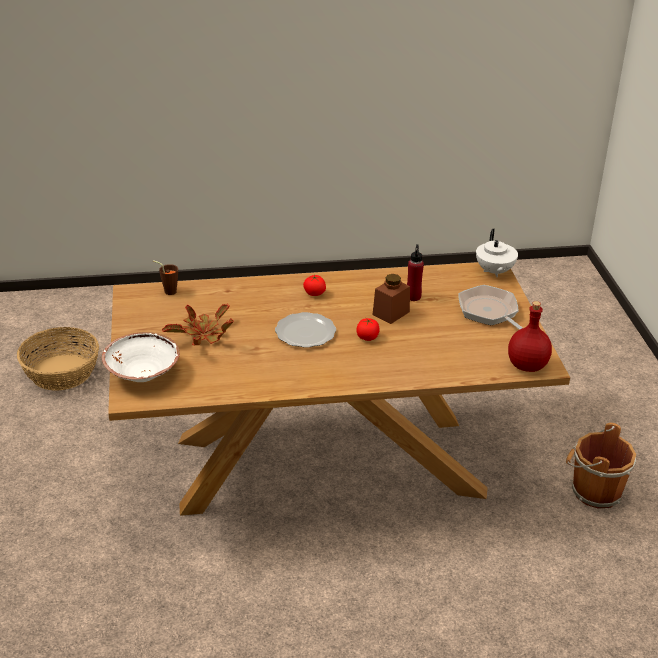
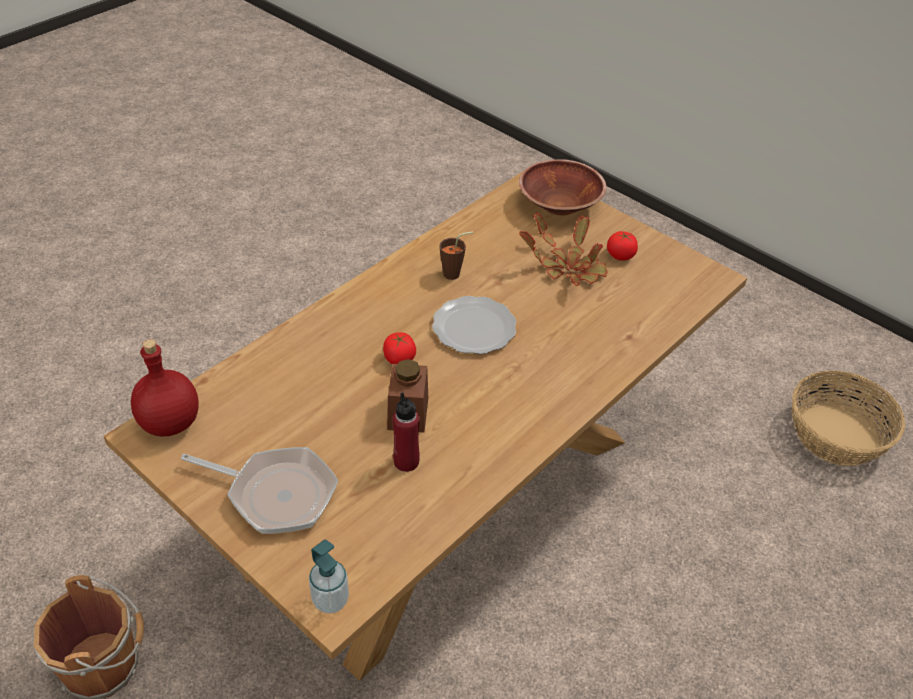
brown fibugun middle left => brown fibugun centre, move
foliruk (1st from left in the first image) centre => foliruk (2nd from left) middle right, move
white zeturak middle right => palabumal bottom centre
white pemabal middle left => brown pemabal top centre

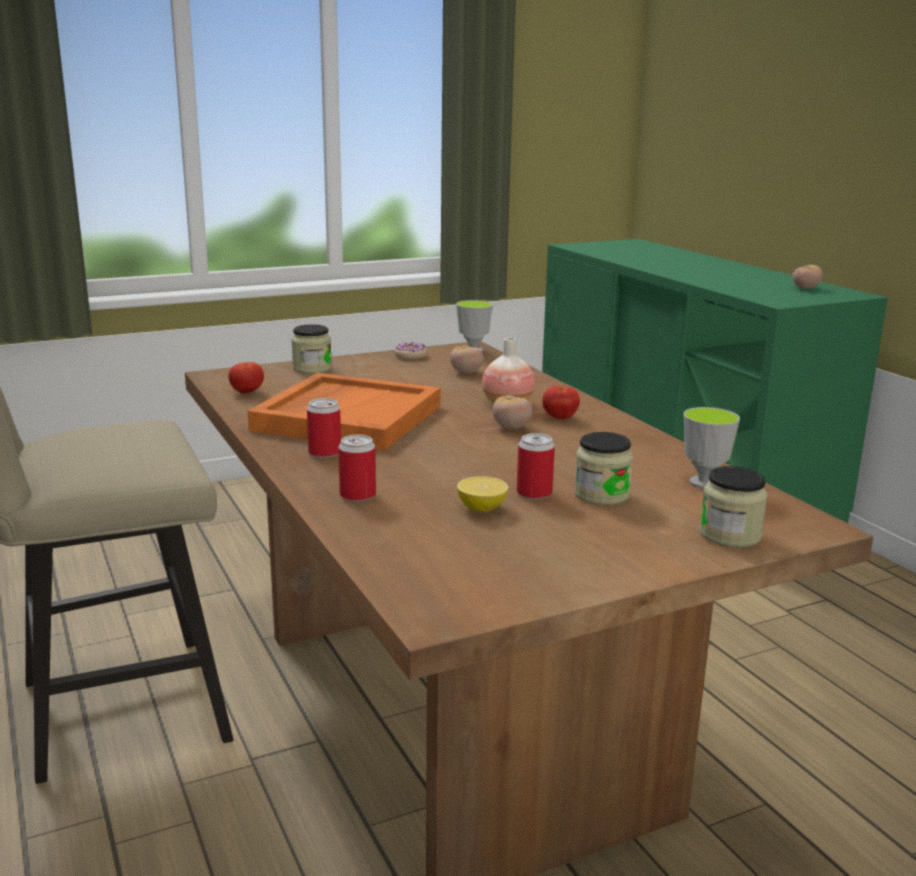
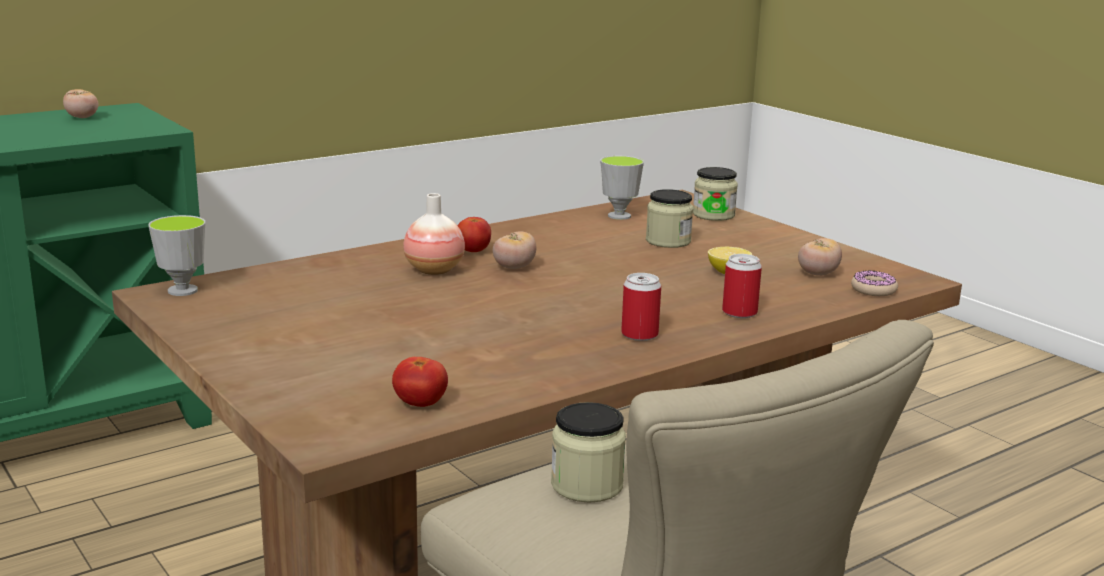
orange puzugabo centre => nothing
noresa (3rd from left) centre => nothing
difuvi (1st from left) centre => difuvi (1st from left) bottom centre, move
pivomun centre => pivomun middle right, move
foliruk (2nd from left in the first image) centre => foliruk (5th from left) middle right, move

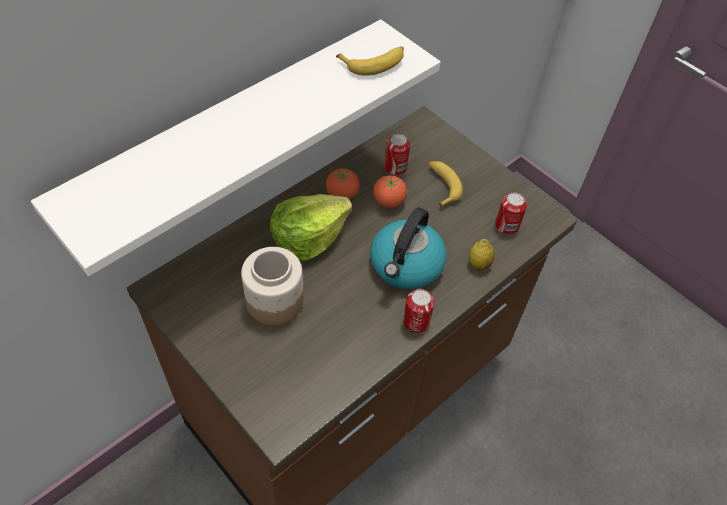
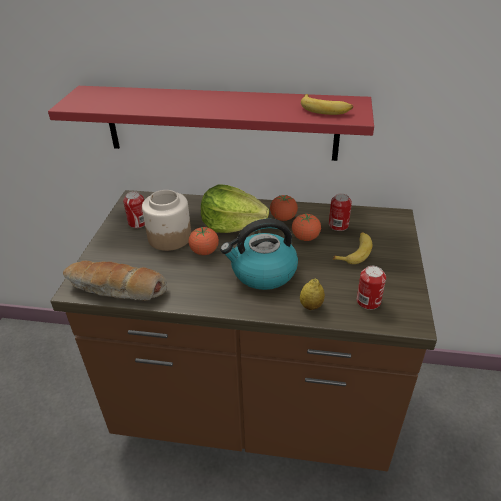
nothing => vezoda middle left
nothing => foliruk (1st from left) centre
noresa (2nd from left in the first image) centre => noresa (1st from left) middle left, move
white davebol top left => red davebol top centre

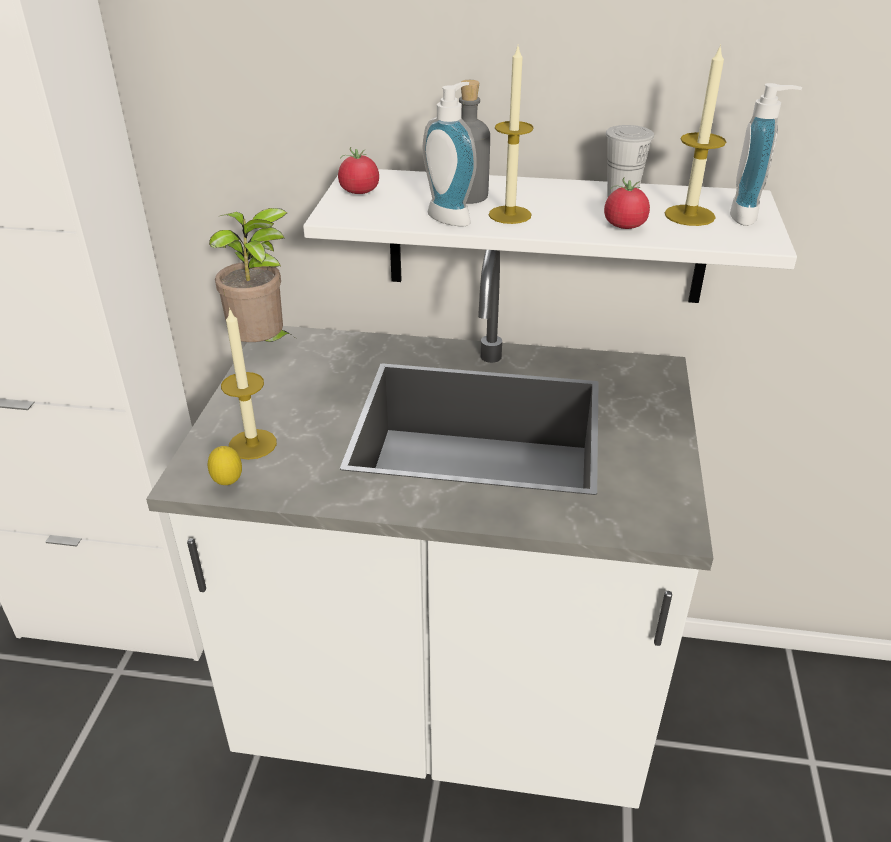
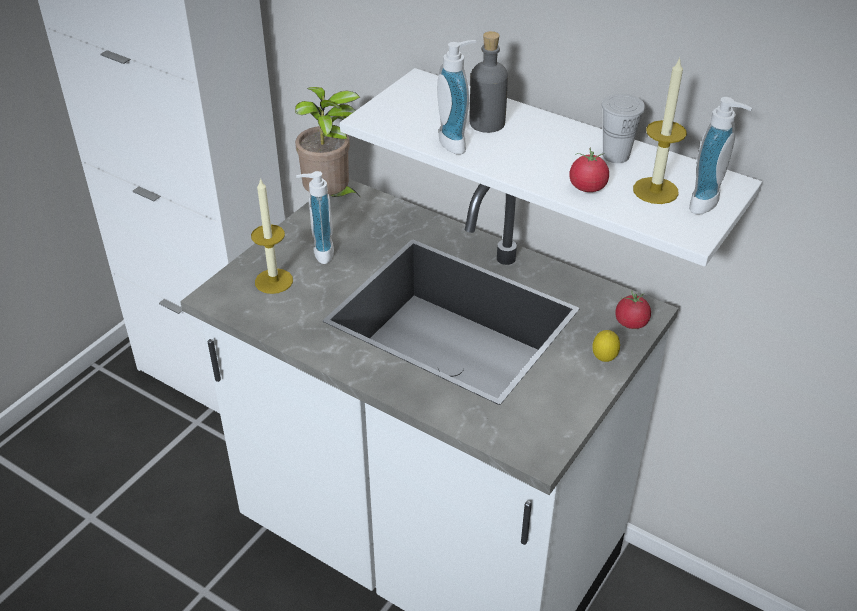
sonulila (2nd from left) top centre => nothing
nothing => palabumal (1st from left) centre
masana middle left => masana middle right, move
foliruk (1st from left in the first image) top centre => foliruk (2nd from left) middle right, move

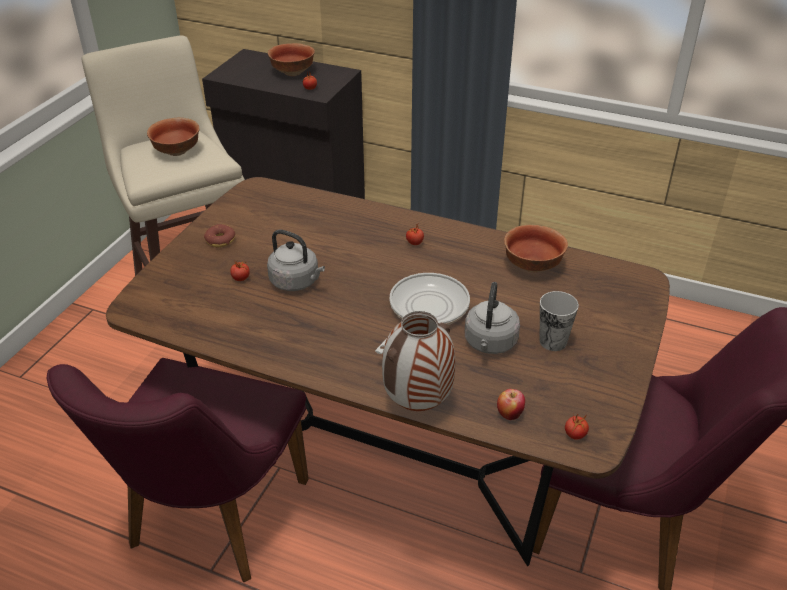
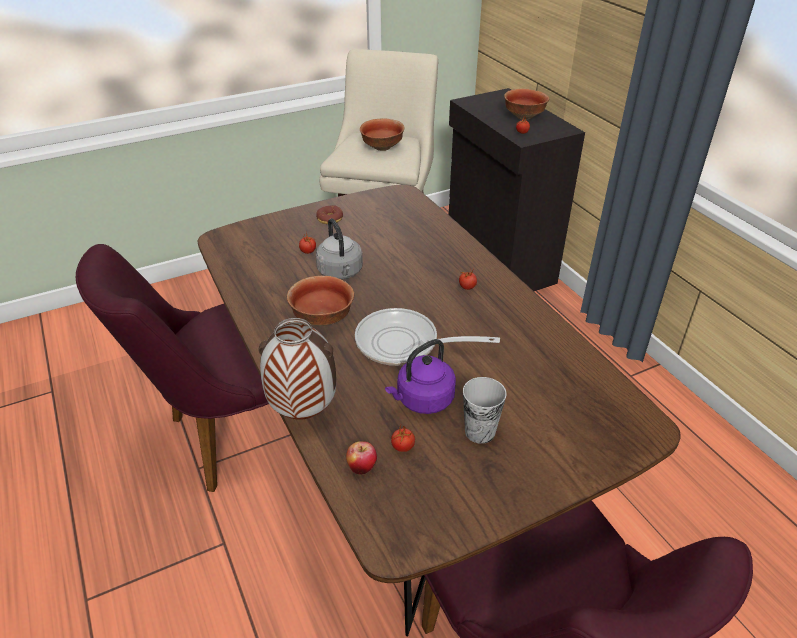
pemabal (3rd from left in the first image) middle right => pemabal (1st from left) centre, move
foliruk (4th from left in the first image) bottom right => foliruk (2nd from left) bottom centre, move
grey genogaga (2nd from left) centre => purple genogaga centre
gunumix centre, 150 degrees counterclockwise

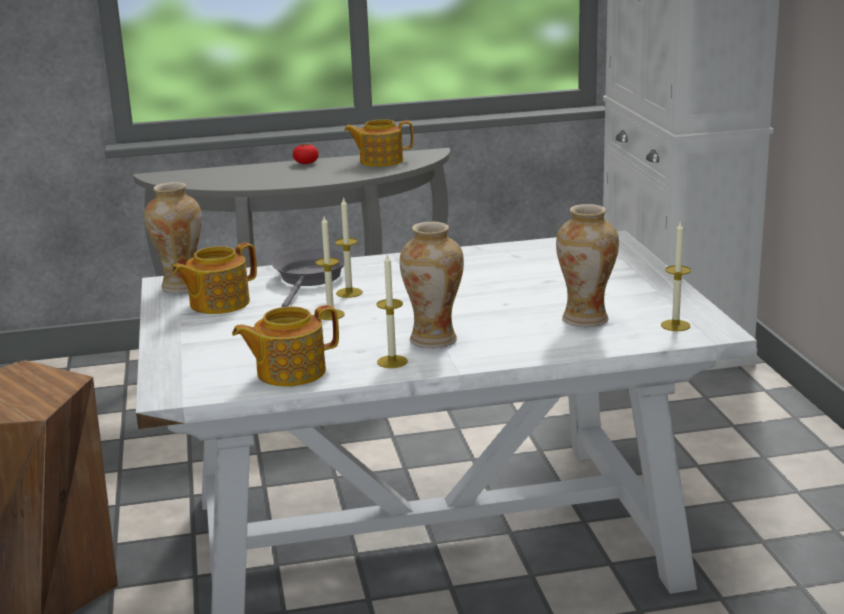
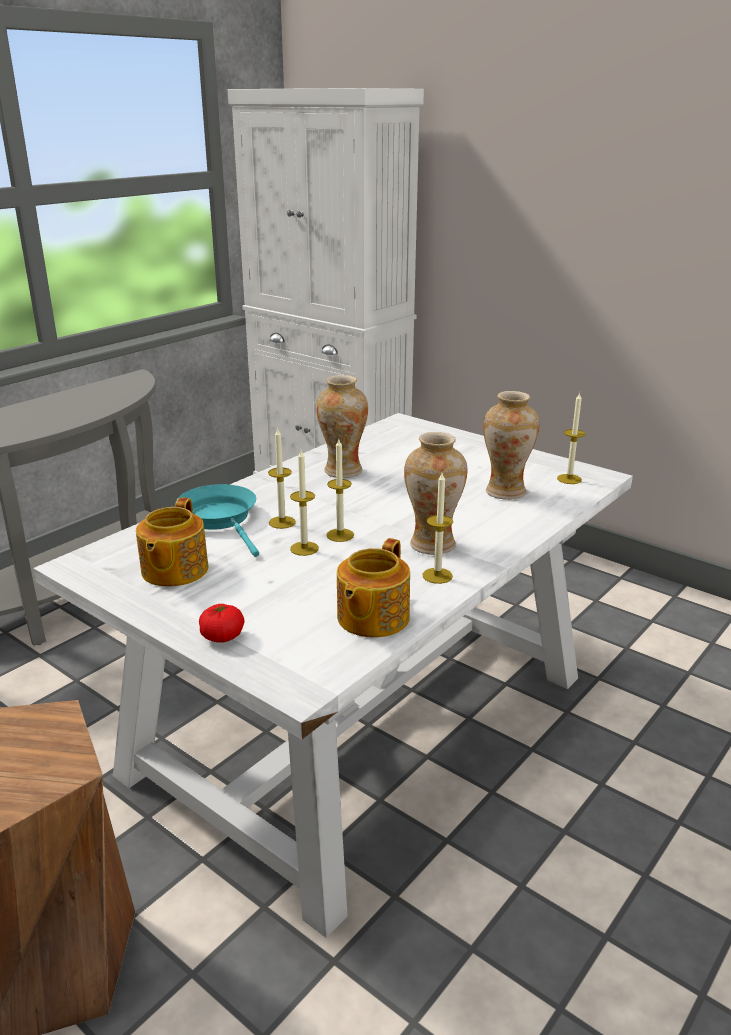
zeturak (3rd from left) top centre => nothing
nothing => sonulila (3rd from left) centre
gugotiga (1st from left) middle left => gugotiga (1st from left) centre, move
foliruk top centre => foliruk middle left, move
grey gunumix centre => turquoise gunumix middle left

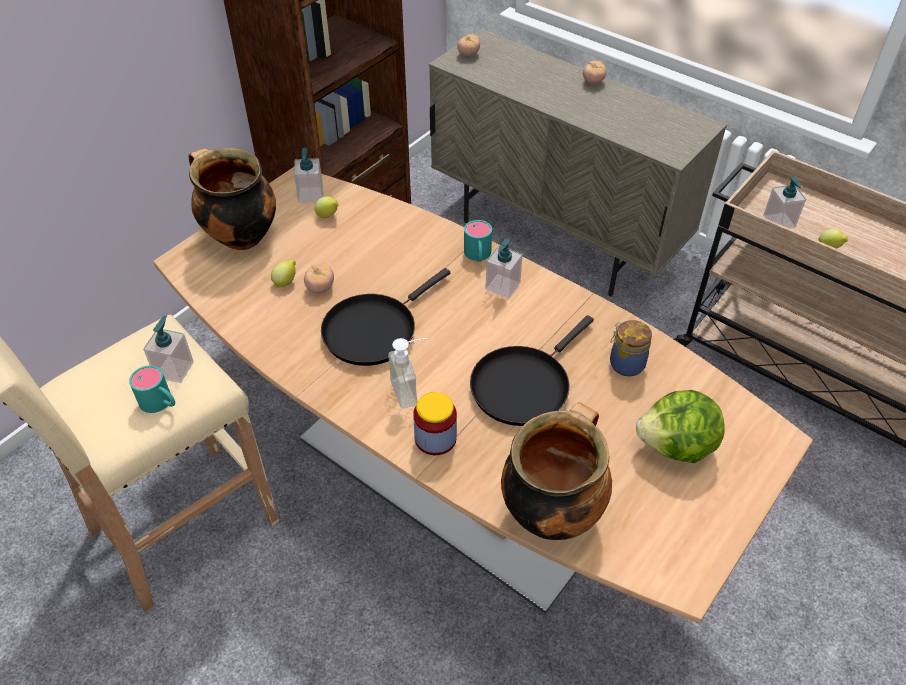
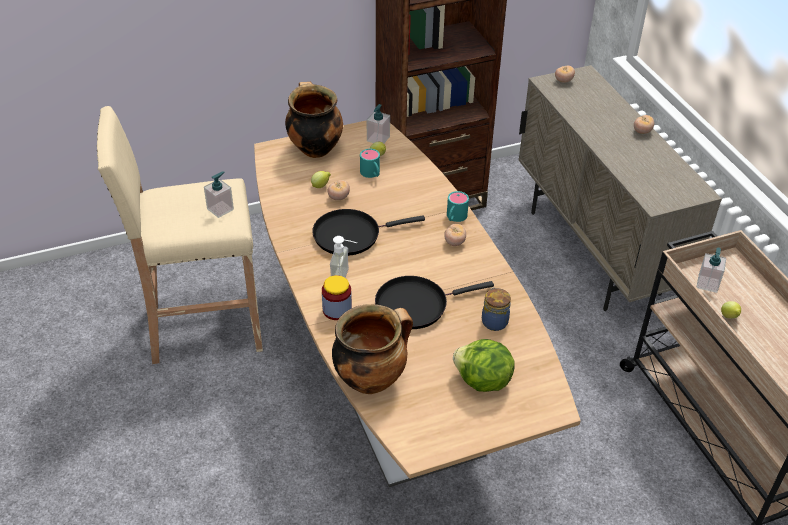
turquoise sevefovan (1st from left) middle left => turquoise sevefovan (1st from left) top centre, move
palabumal (4th from left) centre => foliruk (2nd from left) centre

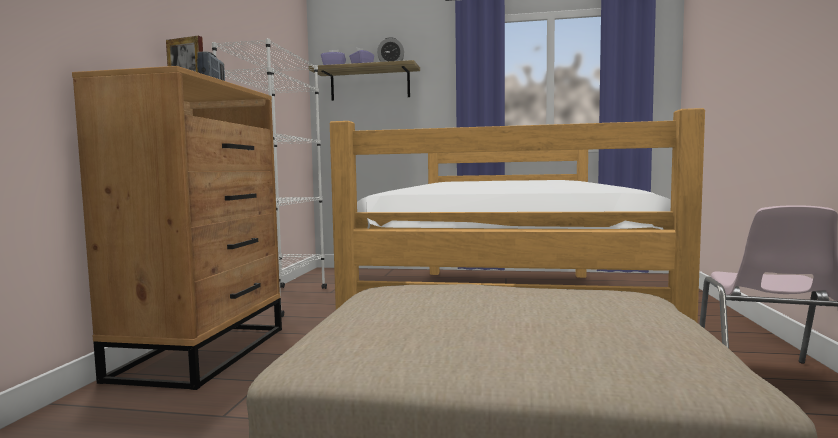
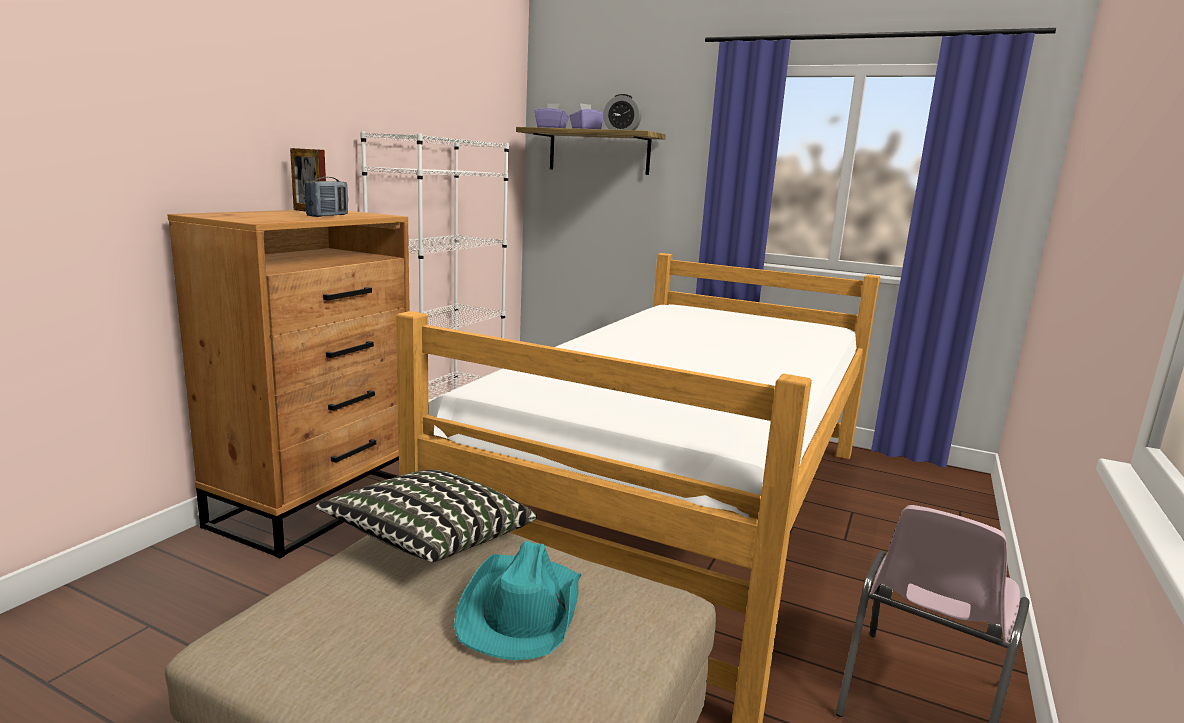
nothing => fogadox bottom centre
nothing => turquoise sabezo bottom centre

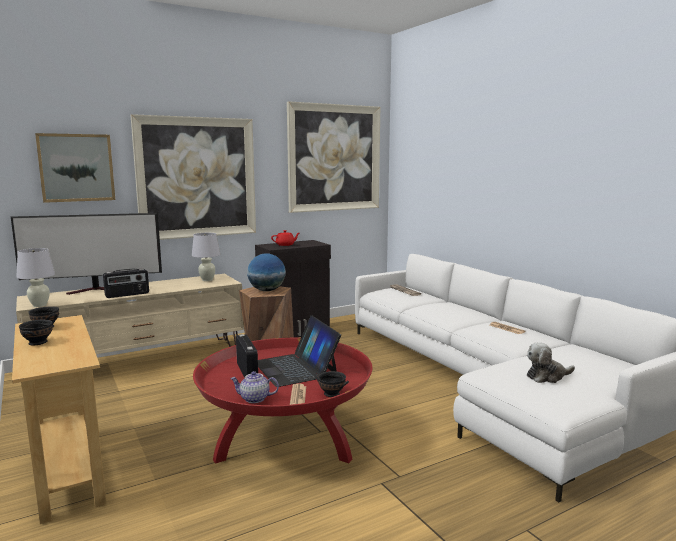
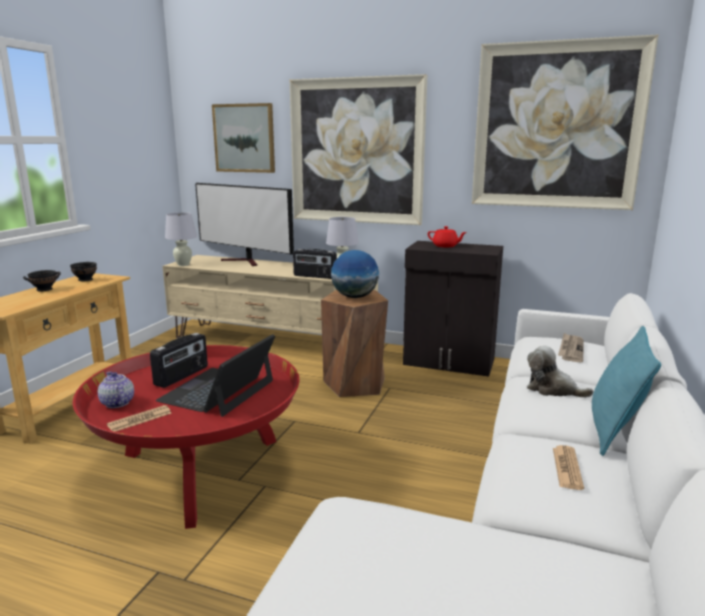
black pemabal (3rd from left) bottom centre => nothing
nothing => turquoise fogadox middle right
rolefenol (1st from left in the first image) middle left => rolefenol (2nd from left) centre, move
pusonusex bottom right => pusonusex middle right, move

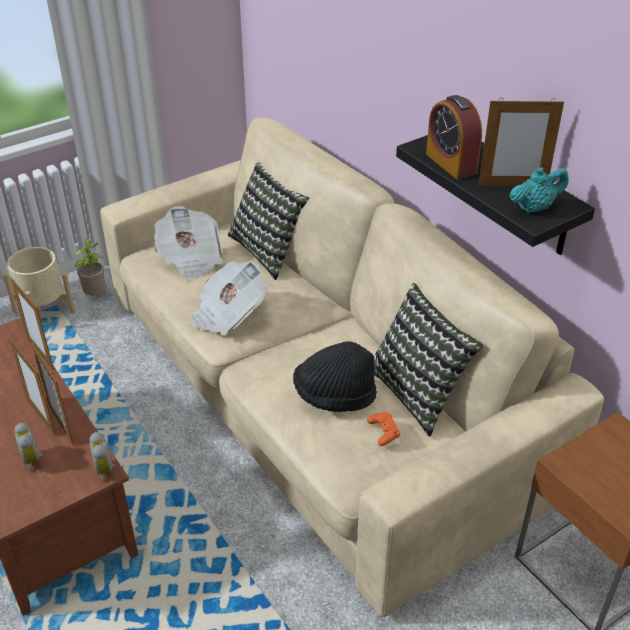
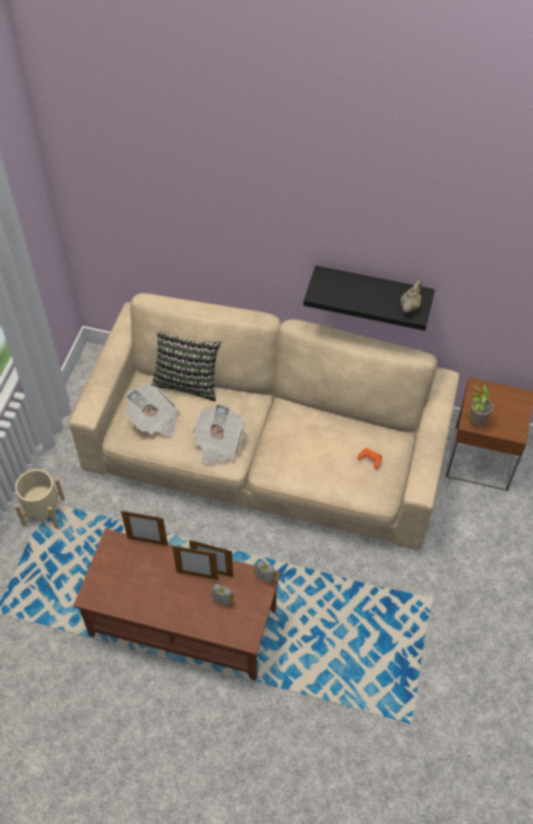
black sabezo centre => nothing
fogadox (2nd from left) middle right => nothing
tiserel (3rd from left) top right => nothing
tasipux (4th from left) top right => nothing
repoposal middle left => repoposal middle right, move
turquoise zeturak top right => beige zeturak middle right

